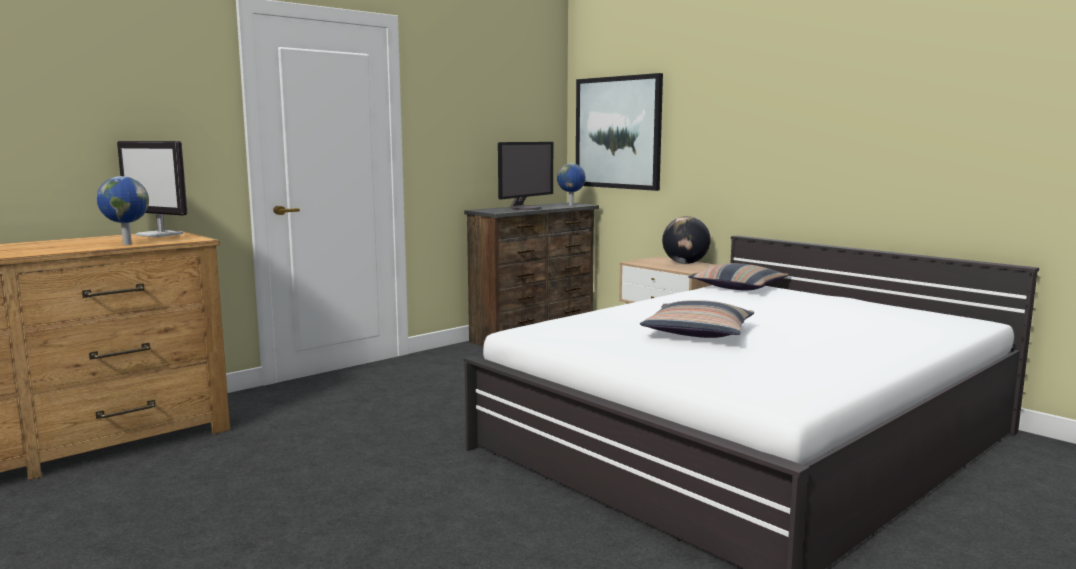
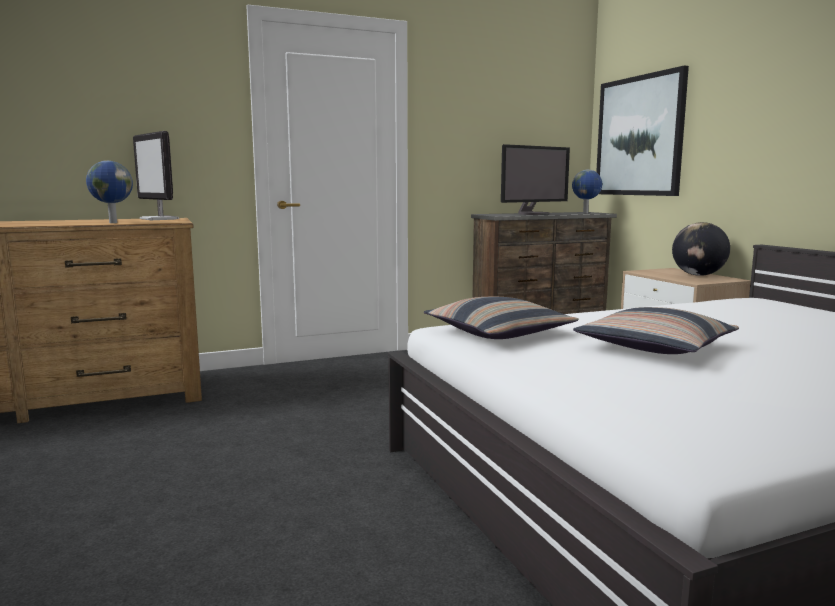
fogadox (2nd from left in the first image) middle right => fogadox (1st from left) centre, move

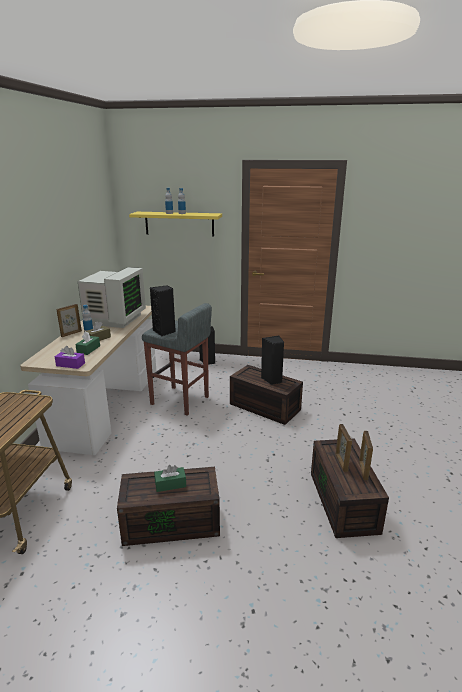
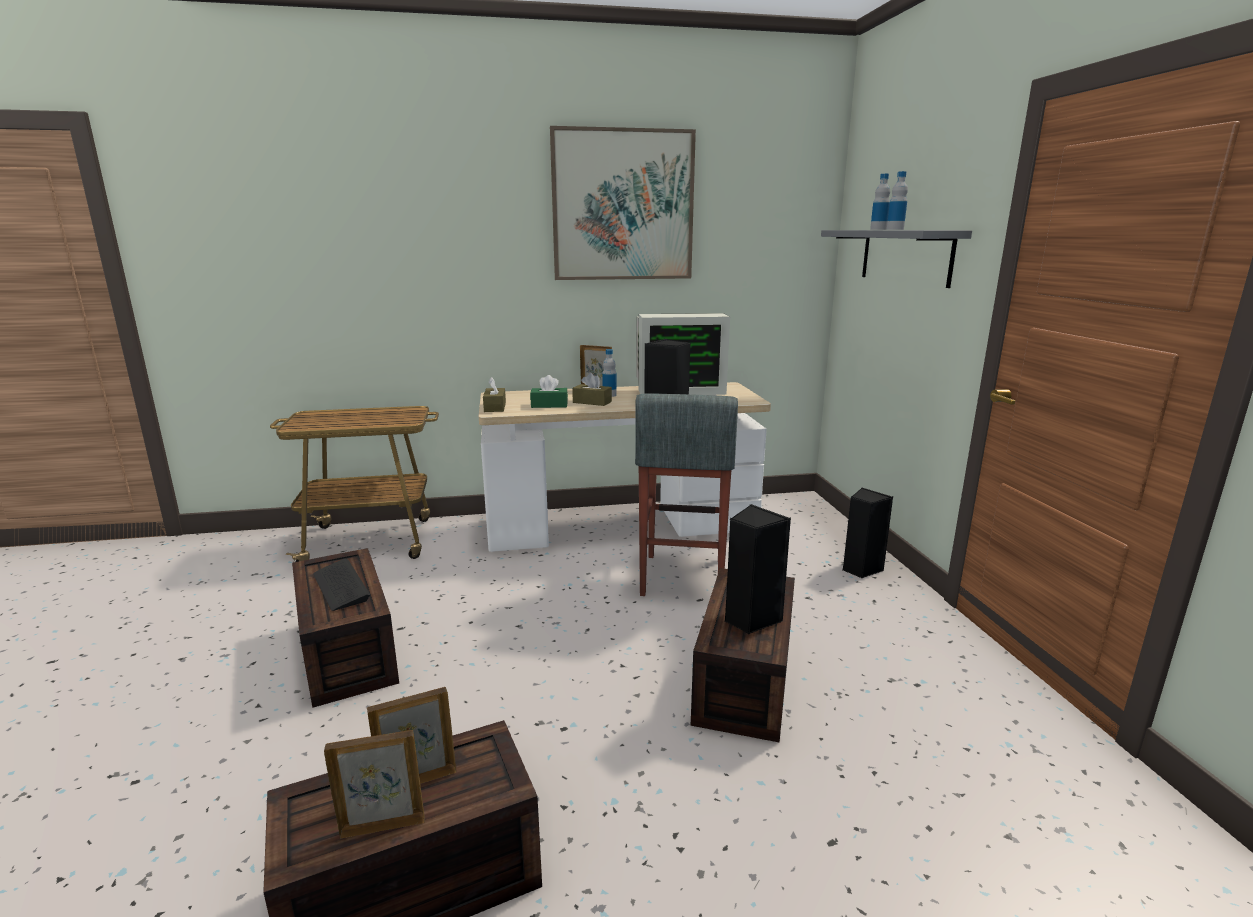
nothing => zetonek top centre
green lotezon (2nd from left) bottom centre => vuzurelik middle left
purple lotezon middle left => brown lotezon (1st from left) centre
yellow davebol top centre => grey davebol top right

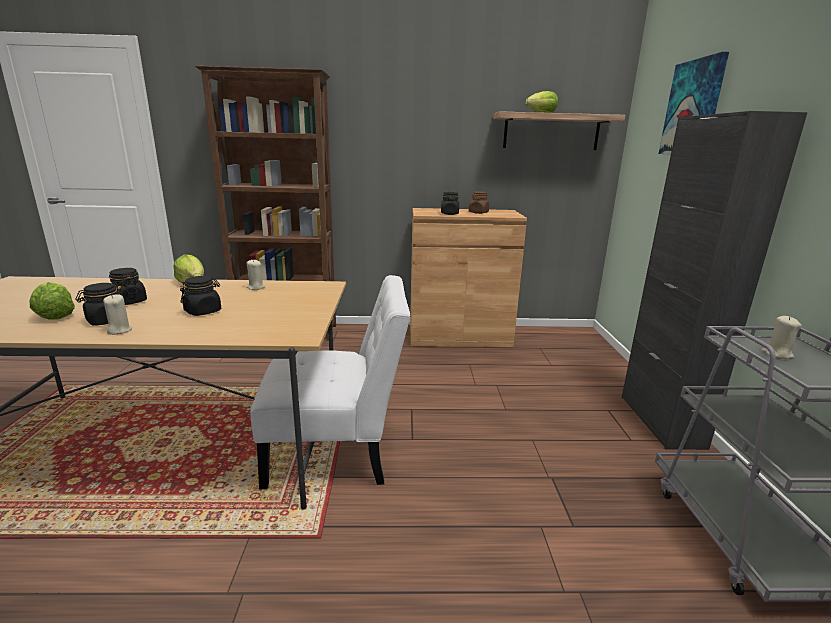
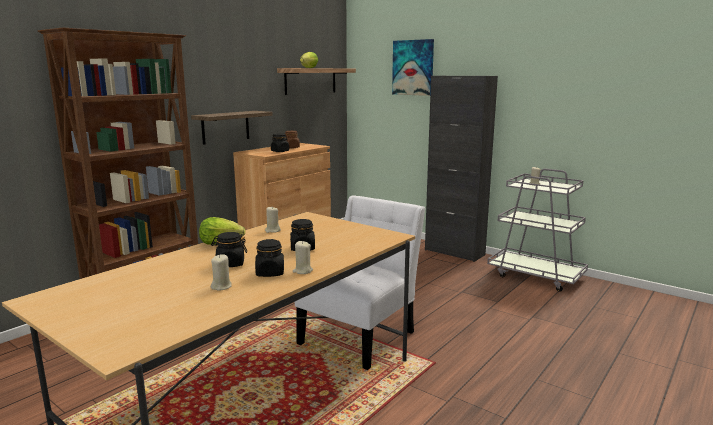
nothing => davebol (1st from left) top left
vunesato (1st from left) middle left => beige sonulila (1st from left) middle left

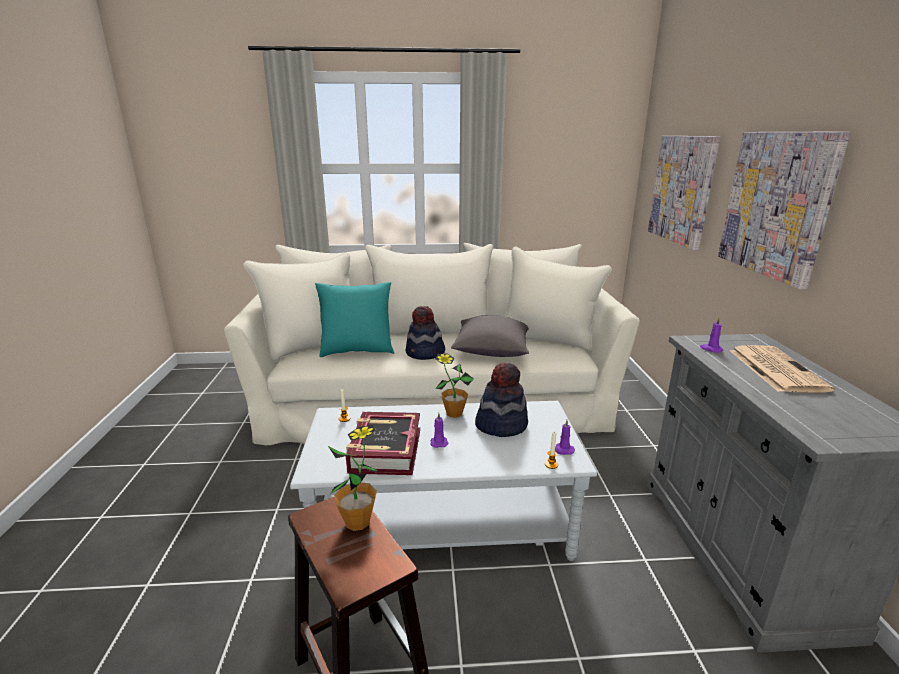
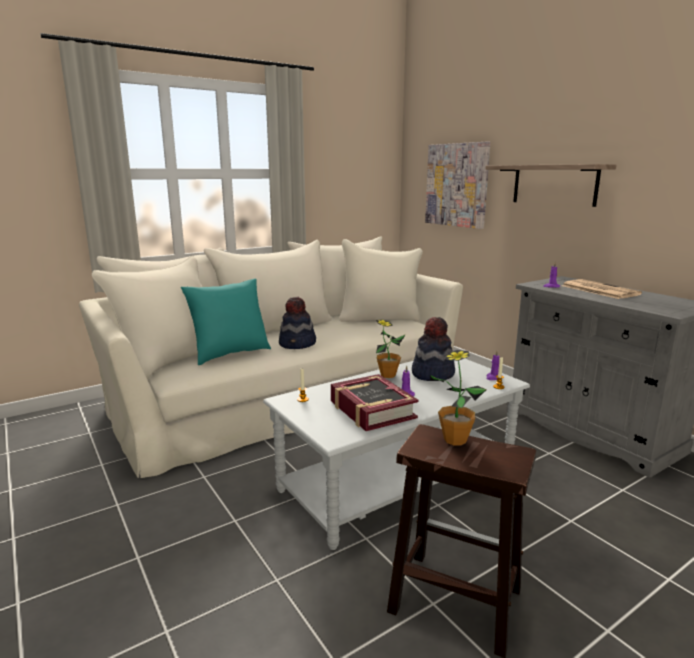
grey fogadox centre => nothing
zetonek (2nd from left) top right => davebol top right

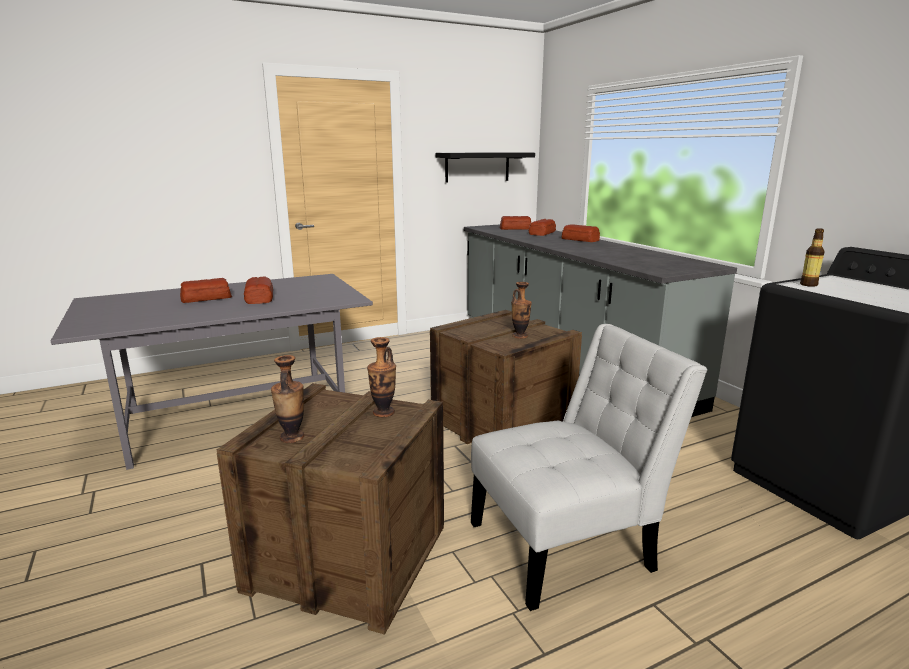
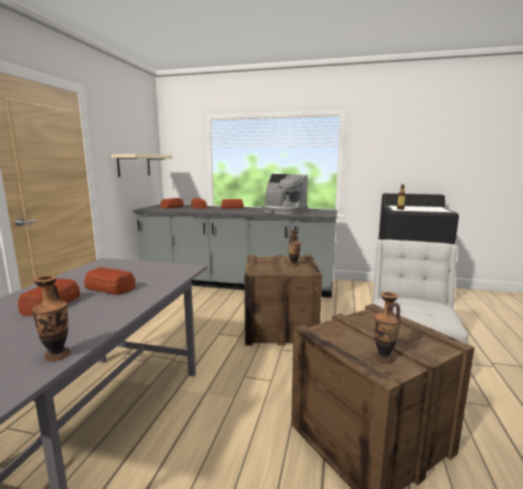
nothing => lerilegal centre
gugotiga (2nd from left in the first image) centre => gugotiga (1st from left) middle left, move
black davebol top centre => beige davebol middle left

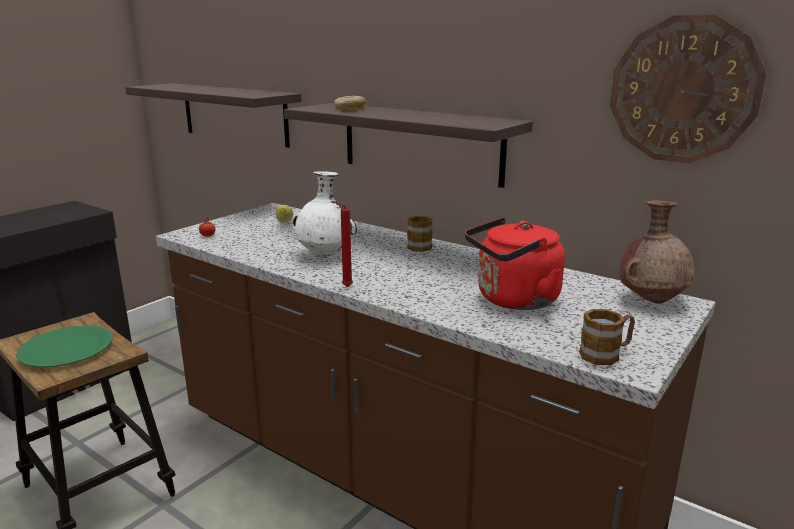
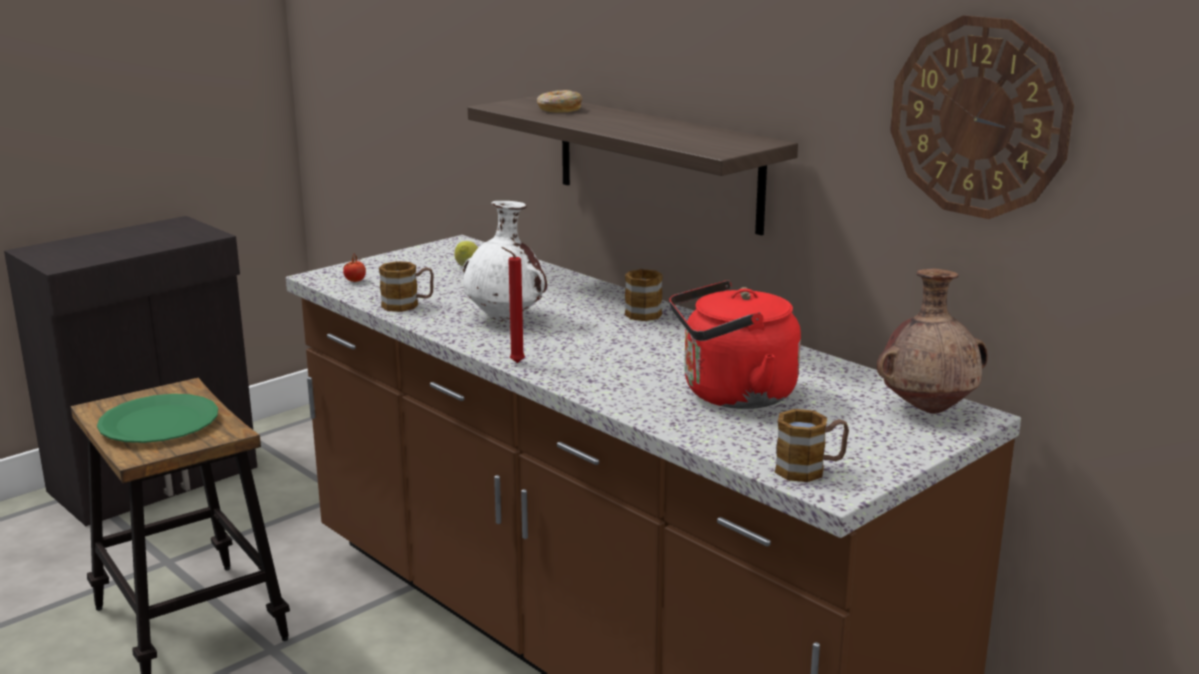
davebol (1st from left) top left => nothing
nothing => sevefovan (1st from left) centre

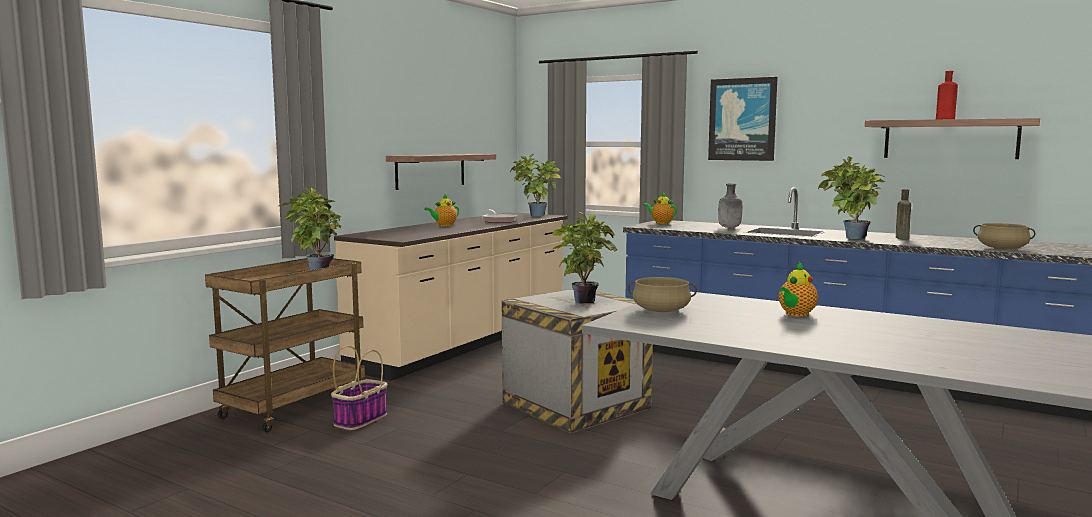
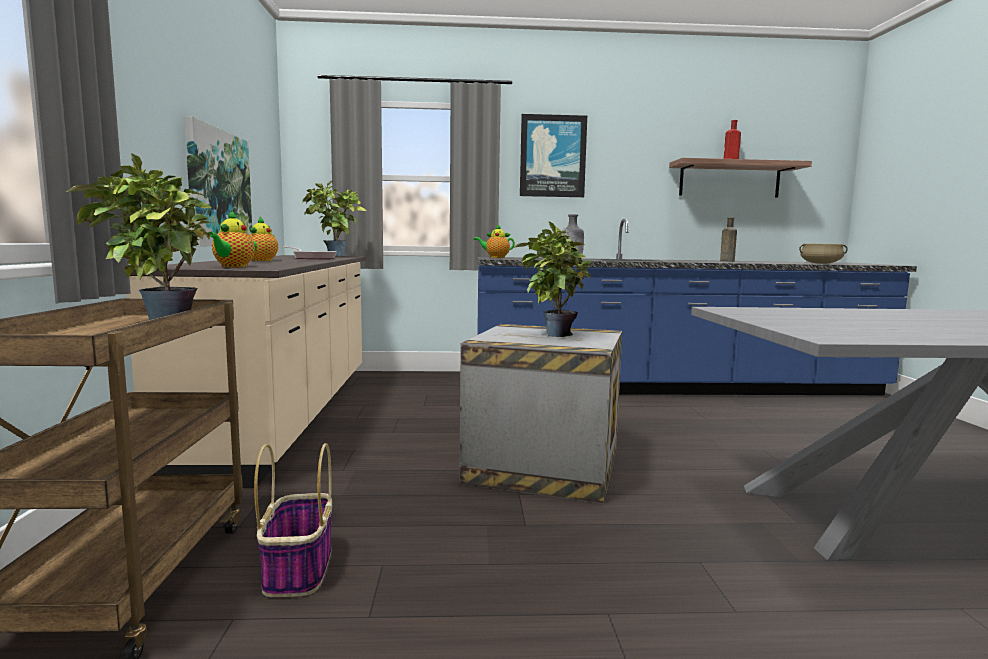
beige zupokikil (1st from left) centre => nothing
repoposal (4th from left) middle right => nothing
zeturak (3rd from left in the first image) middle right => zeturak (1st from left) middle left, move
davebol (1st from left) top centre => zetonek (1st from left) top left

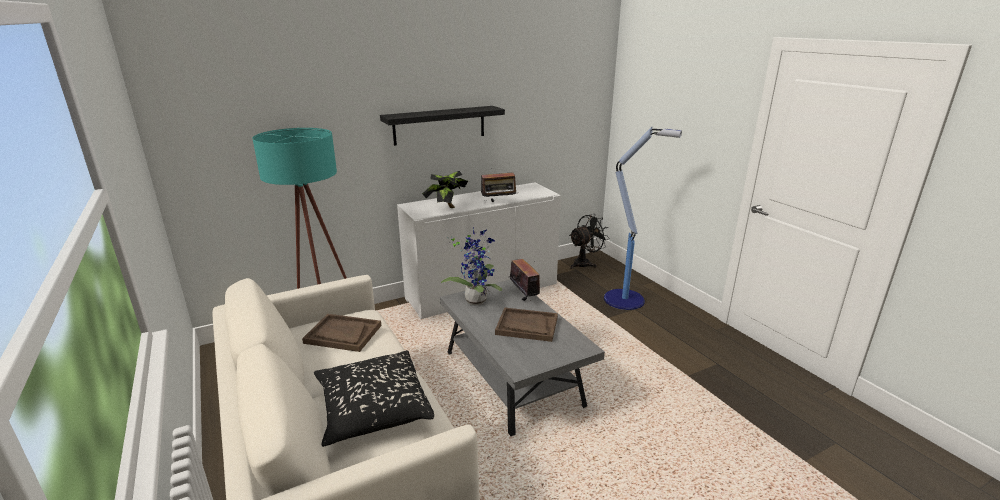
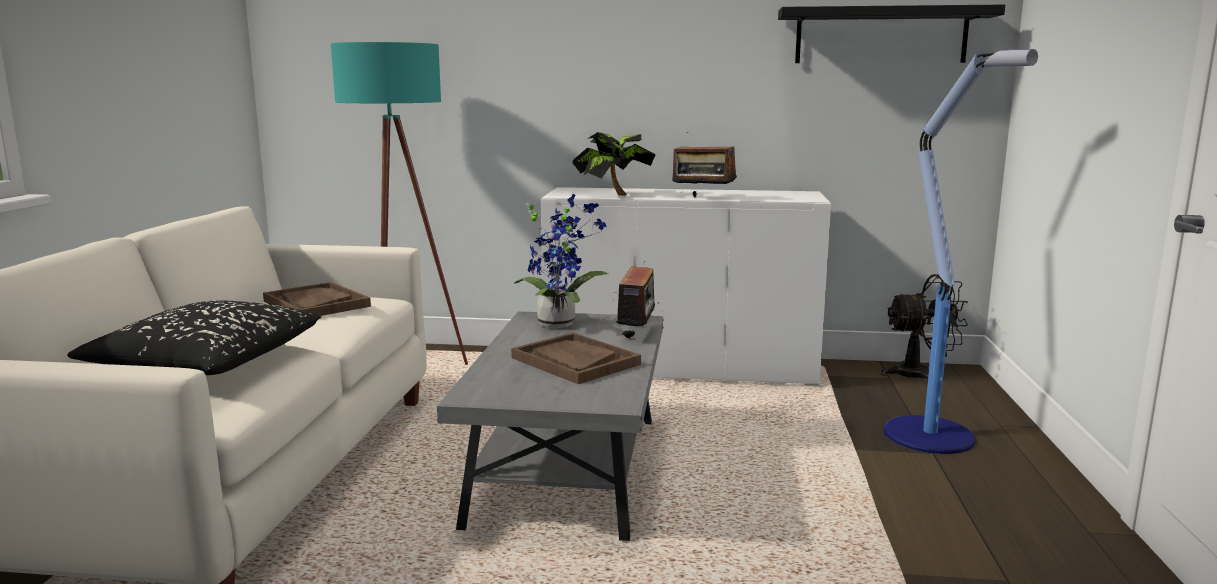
black davebol top centre => black davebol top right, move

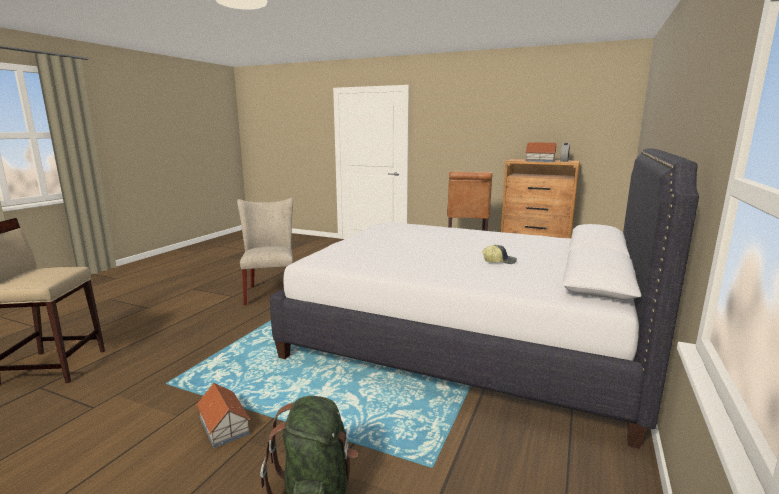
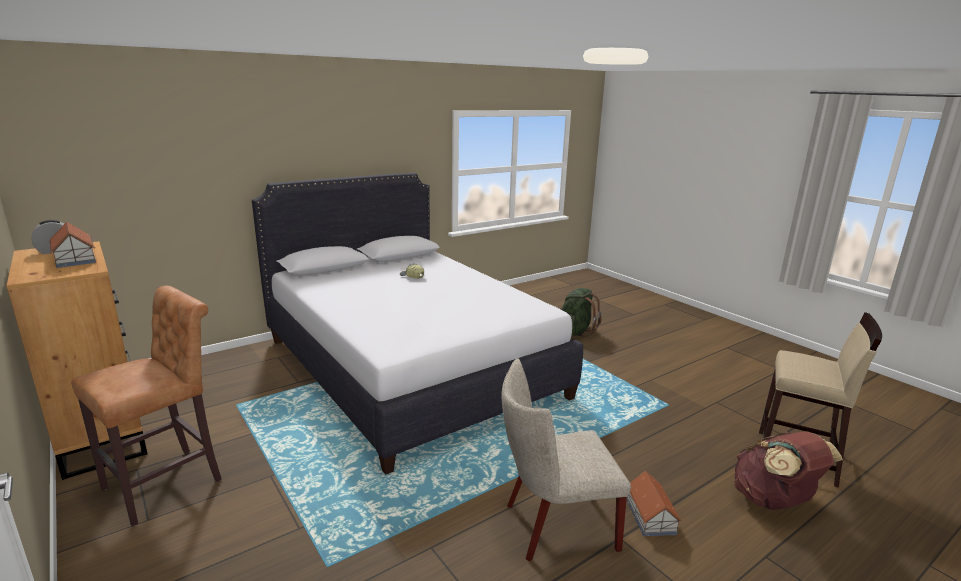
nothing => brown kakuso bottom right
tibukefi (1st from left in the first image) bottom left => tibukefi (2nd from left) bottom right, move
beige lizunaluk centre => beige lizunaluk bottom centre, 60 degrees clockwise

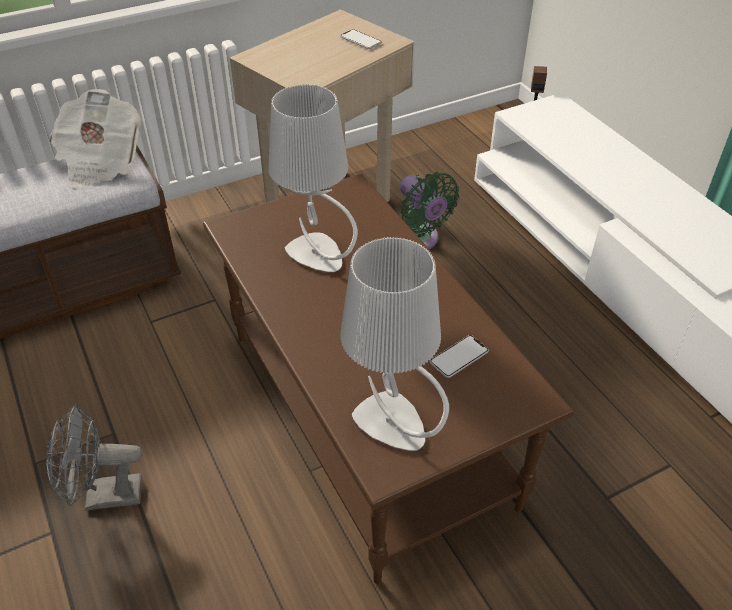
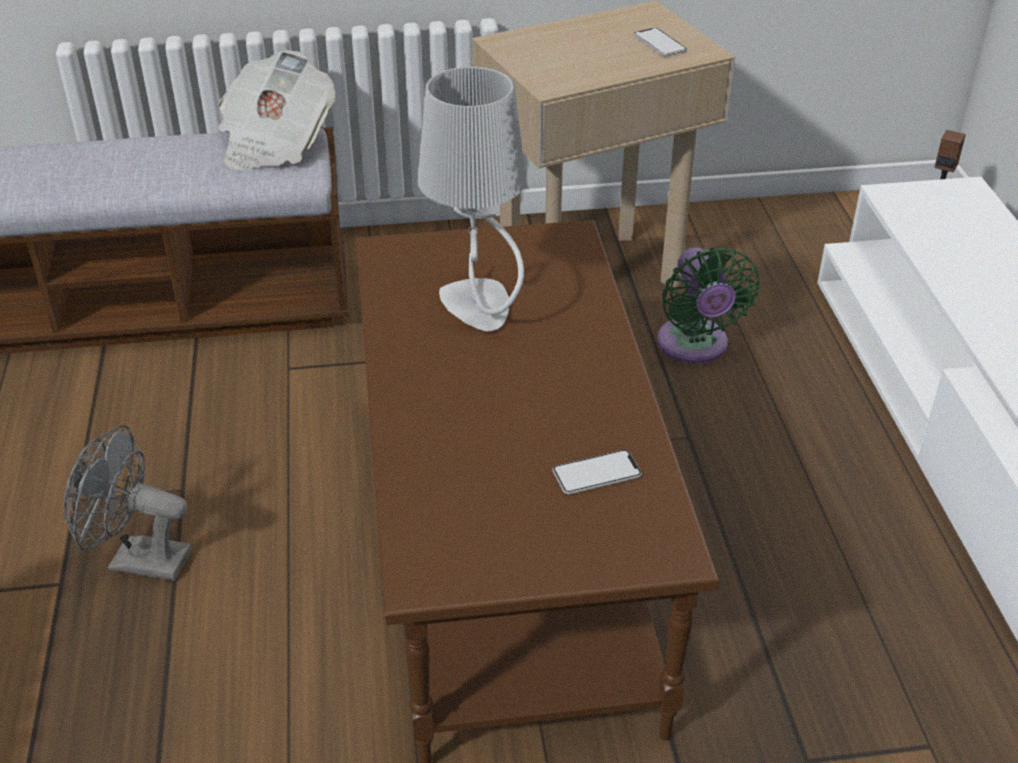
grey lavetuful (2nd from left) centre => nothing

